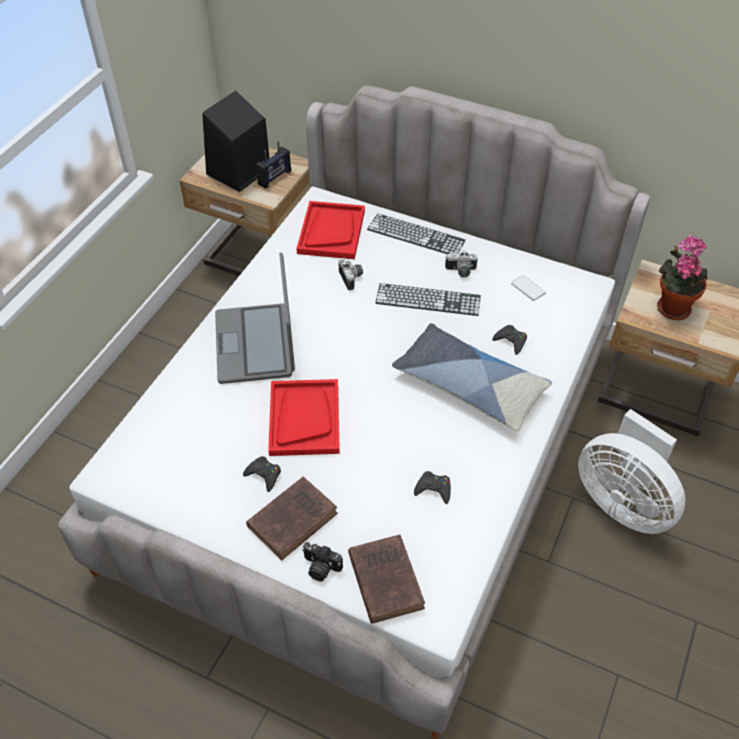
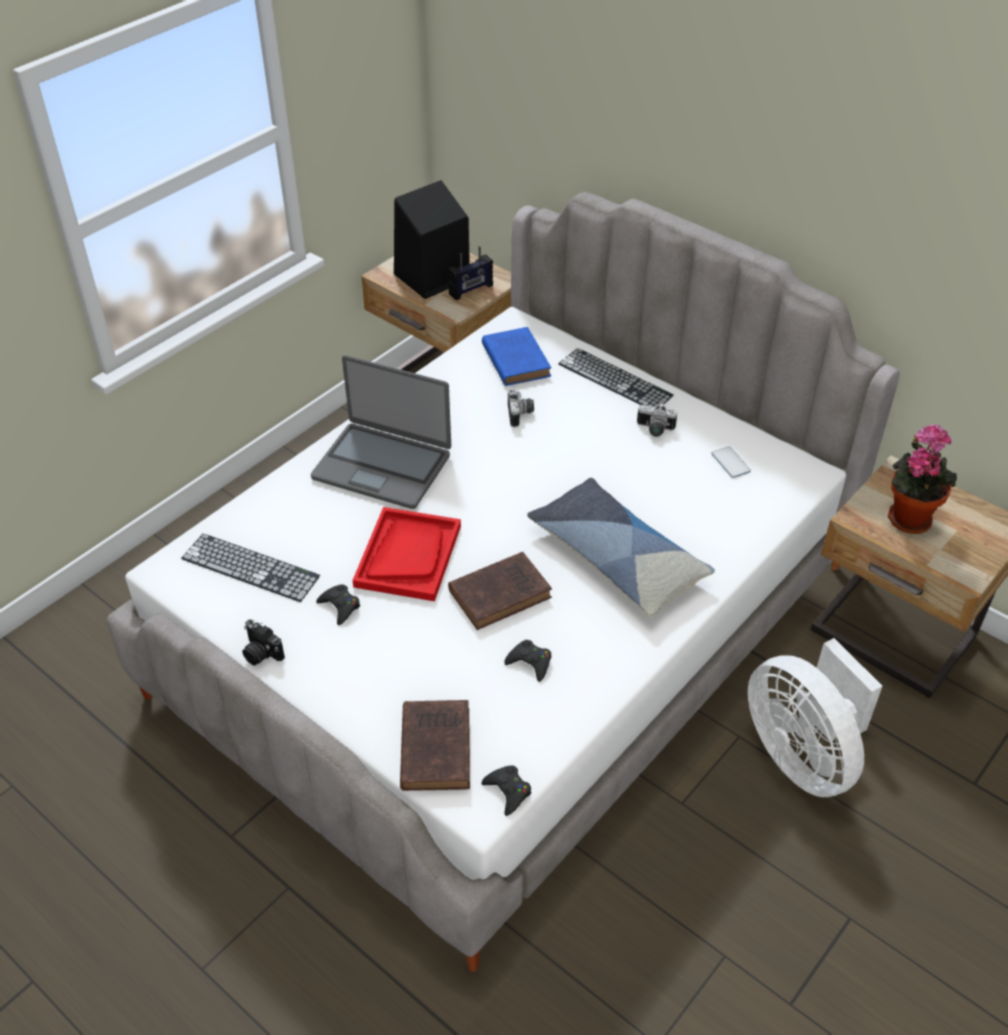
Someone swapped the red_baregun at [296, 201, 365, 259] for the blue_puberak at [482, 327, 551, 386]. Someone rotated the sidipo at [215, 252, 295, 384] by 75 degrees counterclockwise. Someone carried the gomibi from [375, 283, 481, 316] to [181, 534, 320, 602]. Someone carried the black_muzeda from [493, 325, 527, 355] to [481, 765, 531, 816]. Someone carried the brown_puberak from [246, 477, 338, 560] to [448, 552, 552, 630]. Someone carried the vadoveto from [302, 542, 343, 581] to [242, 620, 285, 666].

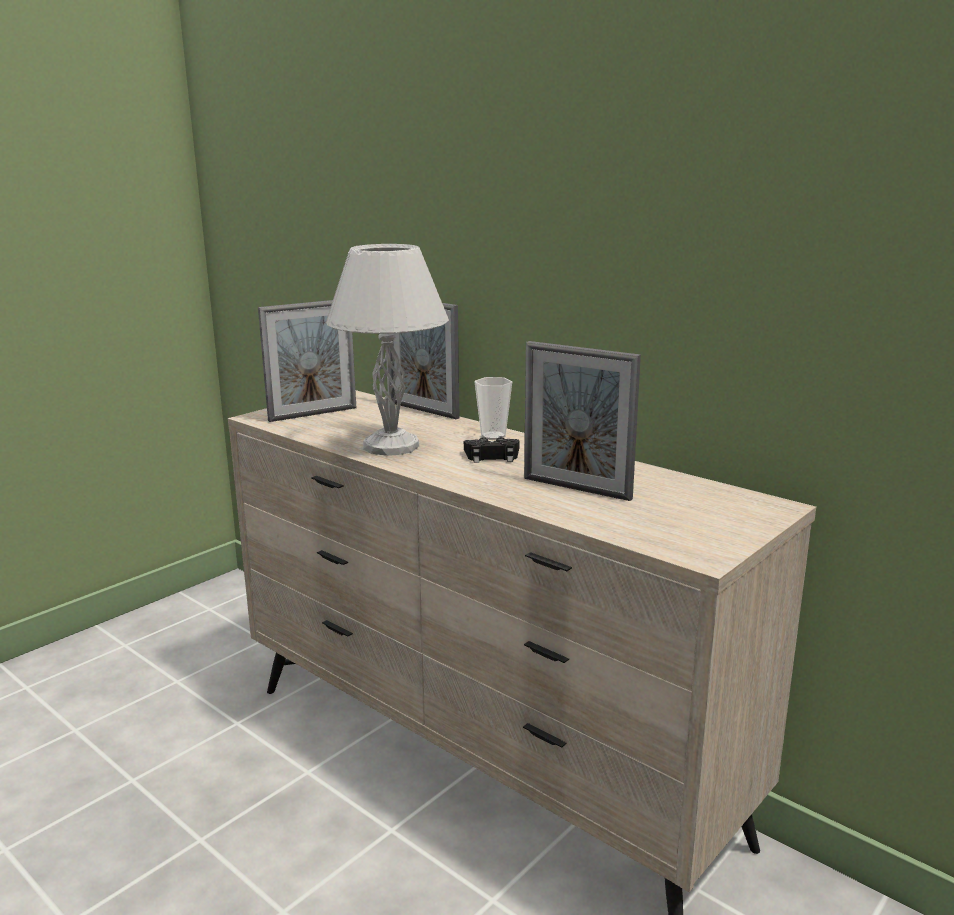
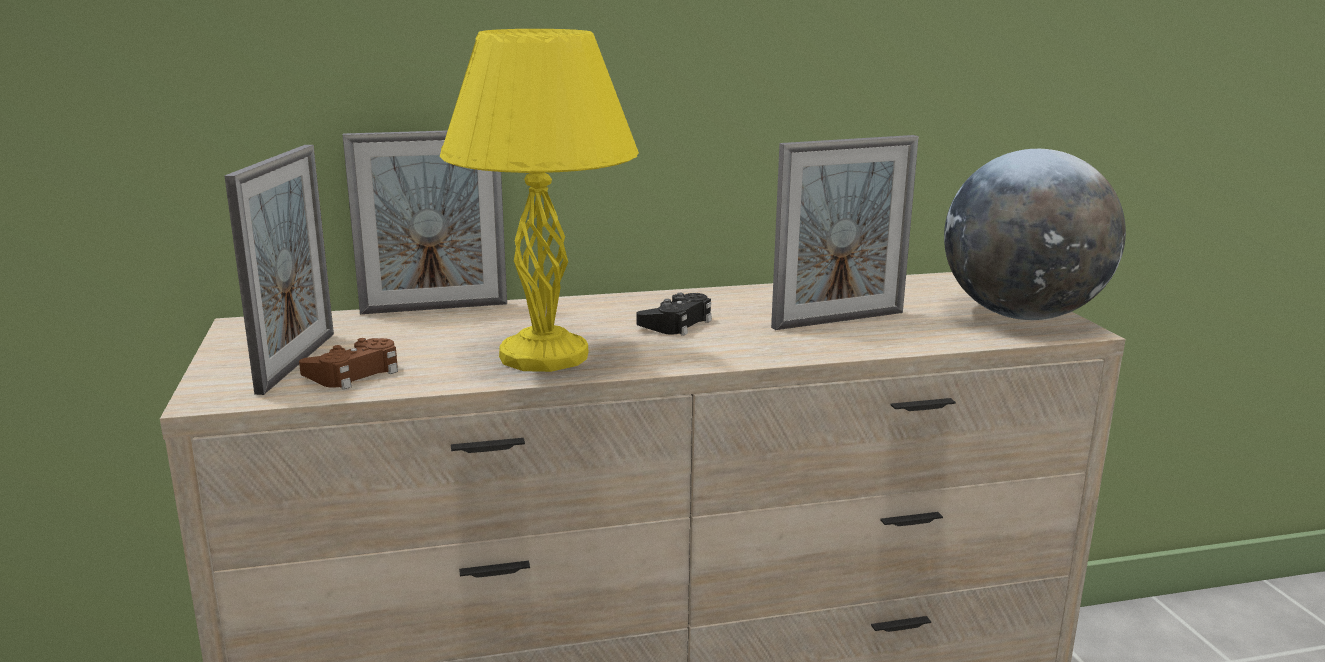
Someone repainted the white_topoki at [326, 244, 449, 456], which became the yellow_topoki at [440, 29, 639, 372]. Someone took away the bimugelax at [474, 377, 512, 440]. Someone put down the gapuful at [944, 149, 1126, 320]. Someone put down the brown_muzeda at [299, 338, 398, 390].

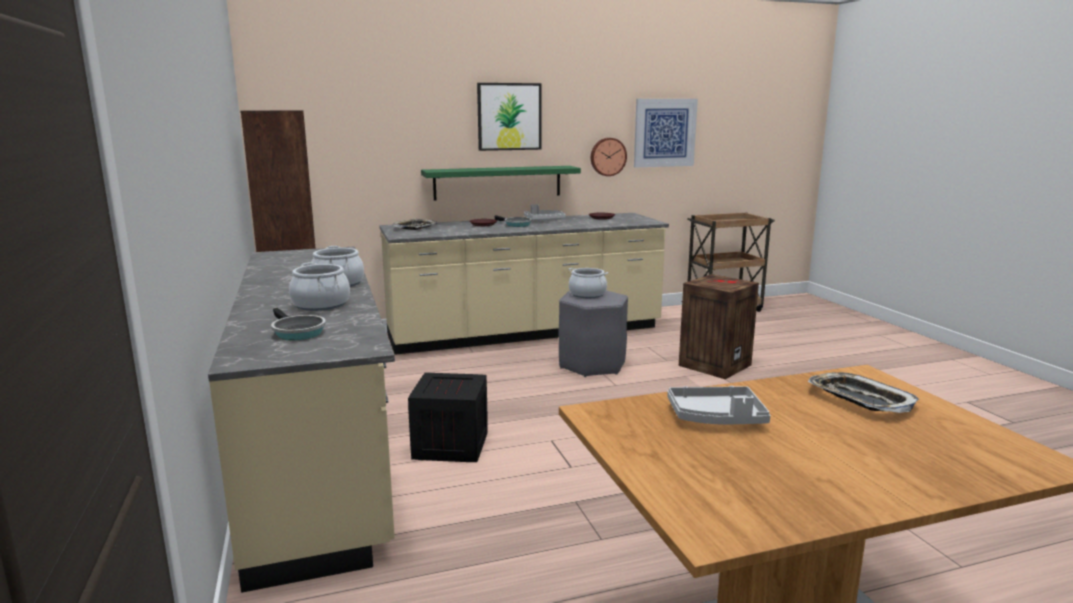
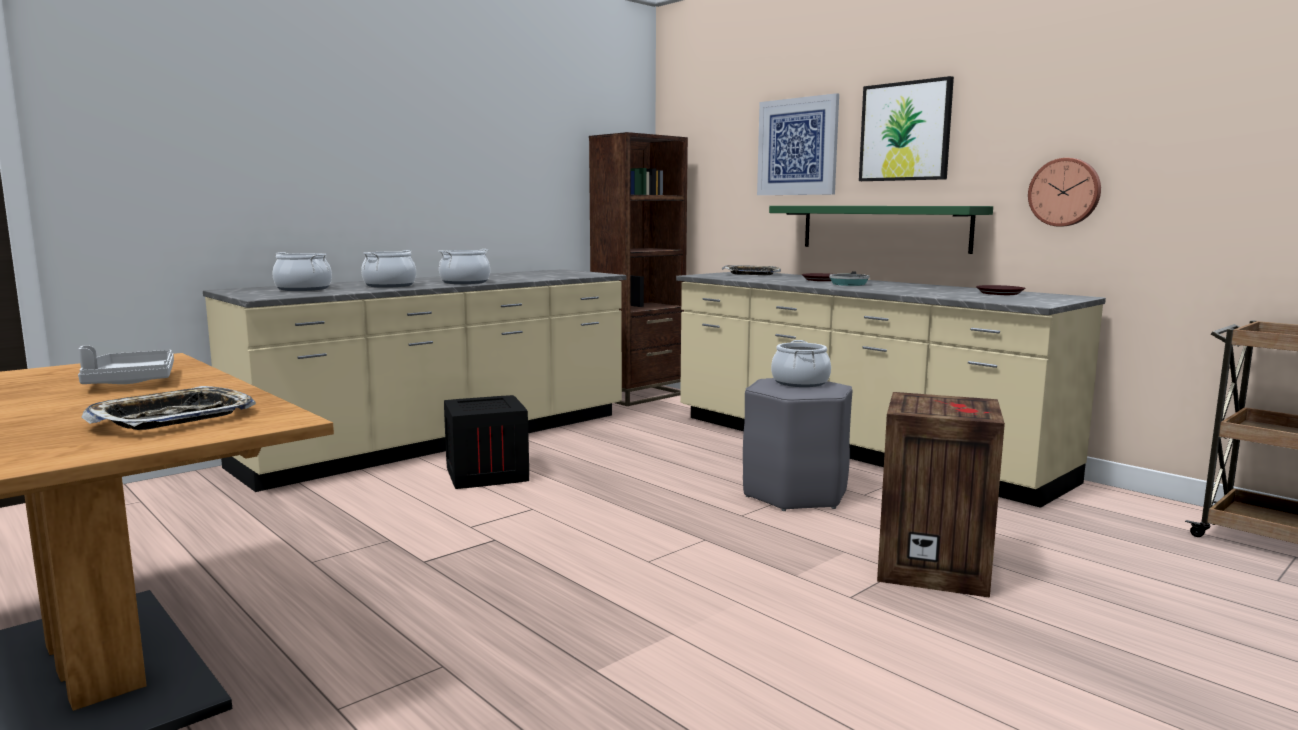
Someone carried the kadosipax from [634, 99, 698, 167] to [757, 93, 839, 195]. Someone took away the grey_baregun at [524, 204, 566, 221]. Someone swapped the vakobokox at [271, 308, 326, 340] for the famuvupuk at [273, 252, 332, 291].

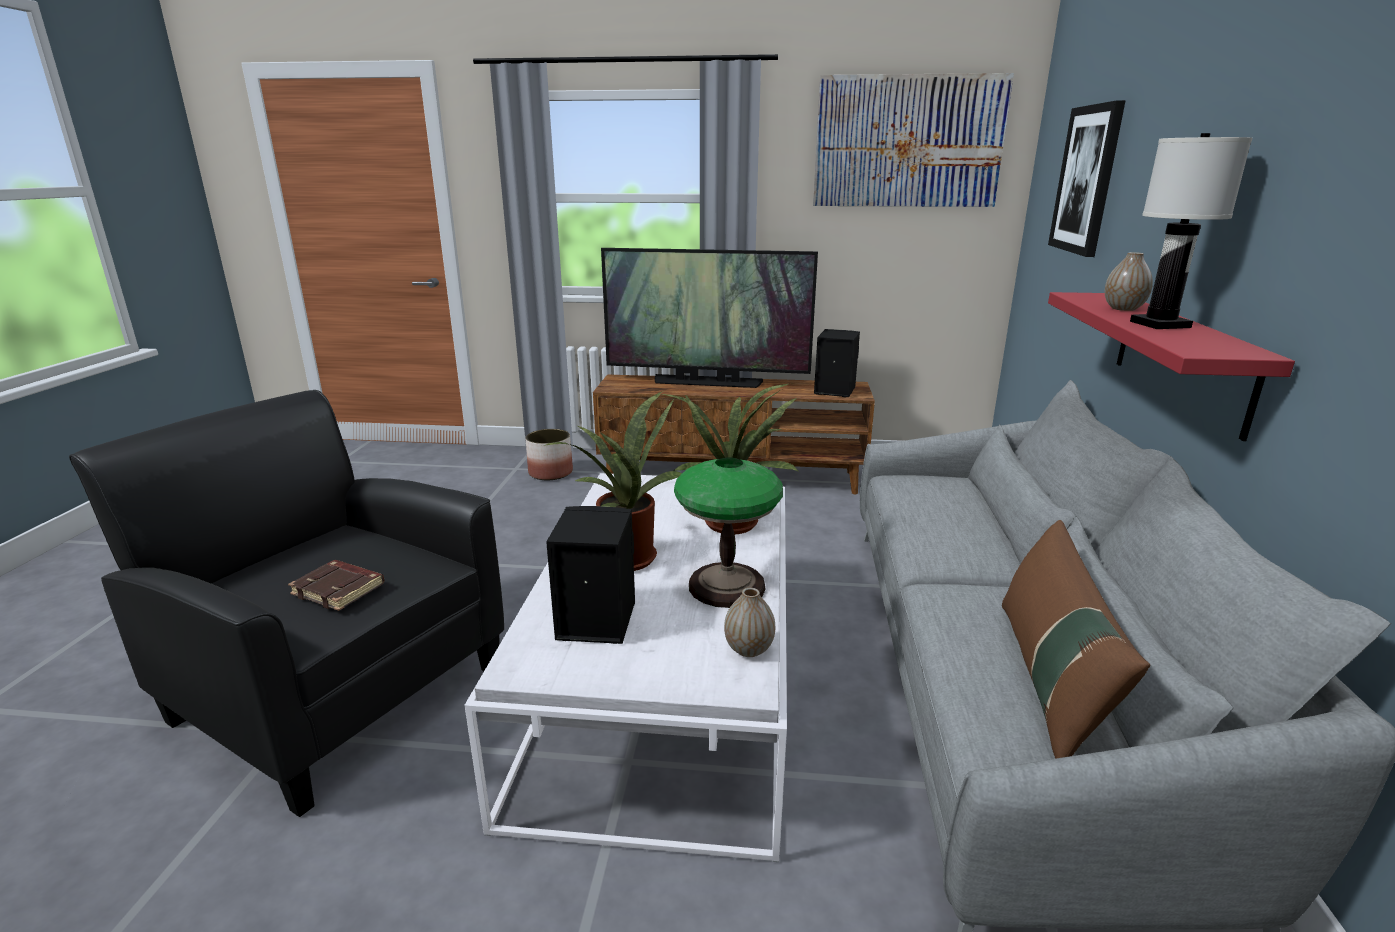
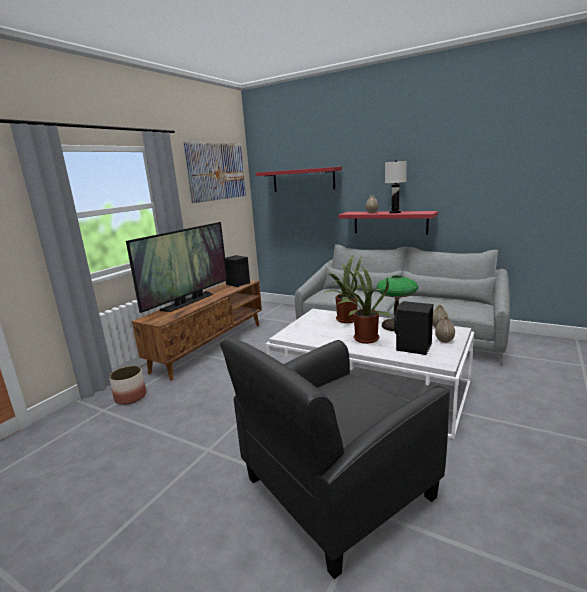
Someone swapped the kadosipax at [1048, 100, 1126, 257] for the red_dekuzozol at [256, 167, 342, 192]. Someone took away the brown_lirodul at [1002, 520, 1150, 759]. Someone took away the brown_puberak at [288, 560, 385, 611]. Someone put down the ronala at [435, 317, 455, 343].

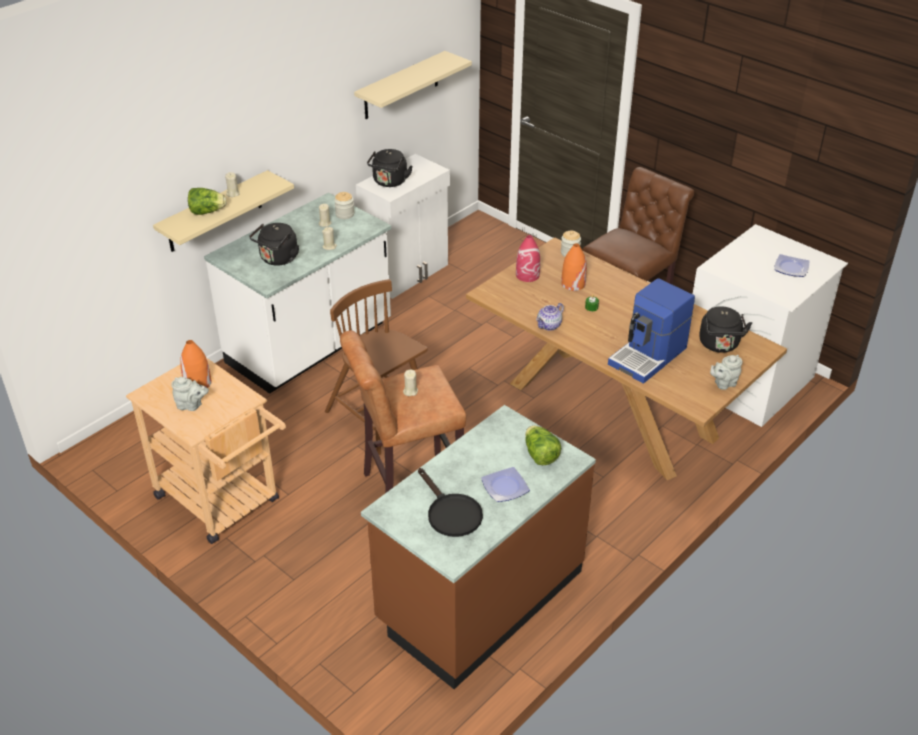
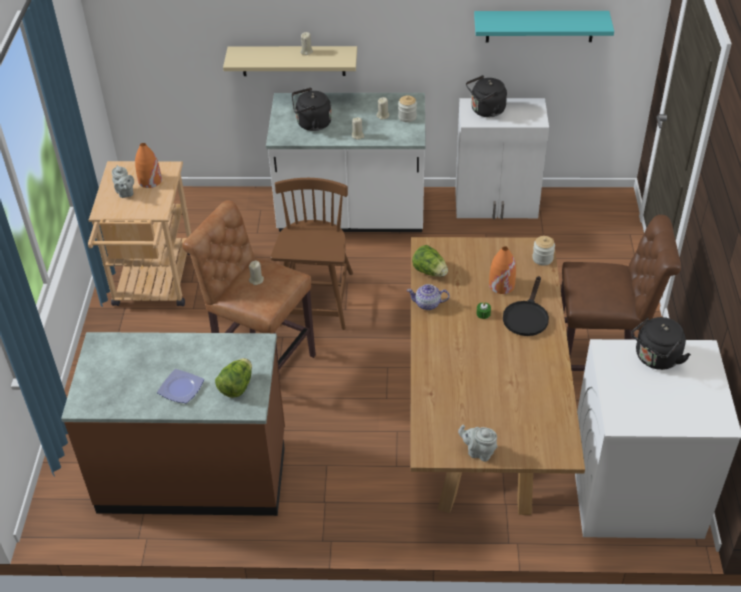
Someone repainted the beige_dekuzozol at [354, 51, 472, 119], which became the turquoise_dekuzozol at [474, 11, 614, 43]. Someone carried the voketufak from [188, 188, 227, 215] to [412, 245, 448, 277]. Someone took away the red_ronala at [516, 235, 540, 282]. Someone took away the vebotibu at [774, 254, 809, 277]. Someone took away the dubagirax at [608, 278, 695, 384]. Someone carried the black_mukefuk from [699, 306, 752, 353] to [631, 317, 691, 370]. Someone carried the black_vakobokox from [418, 468, 483, 537] to [503, 276, 549, 336].

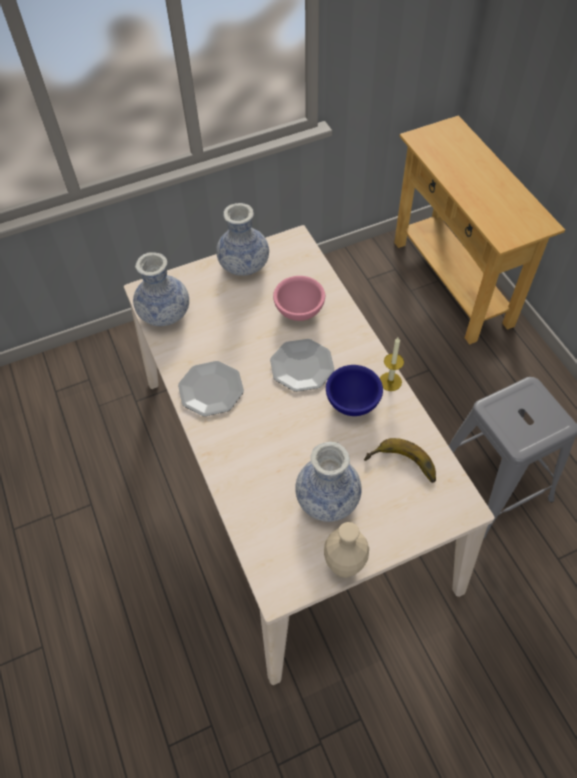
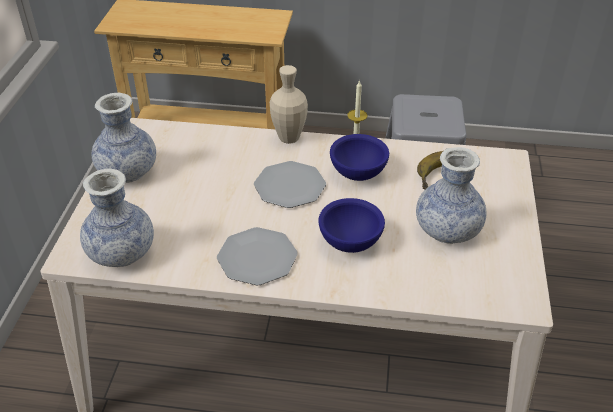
Someone took away the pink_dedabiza at [273, 276, 325, 321]. Someone carried the beige_ronala from [324, 522, 369, 578] to [270, 65, 308, 144]. Someone put down the blue_dedabiza at [318, 198, 385, 253].

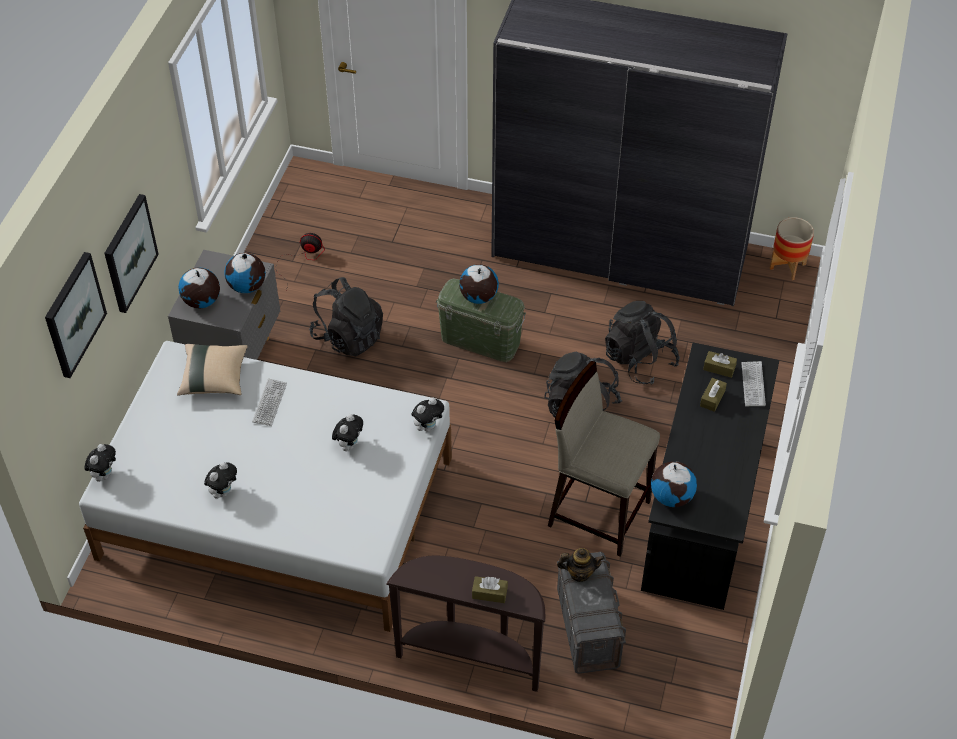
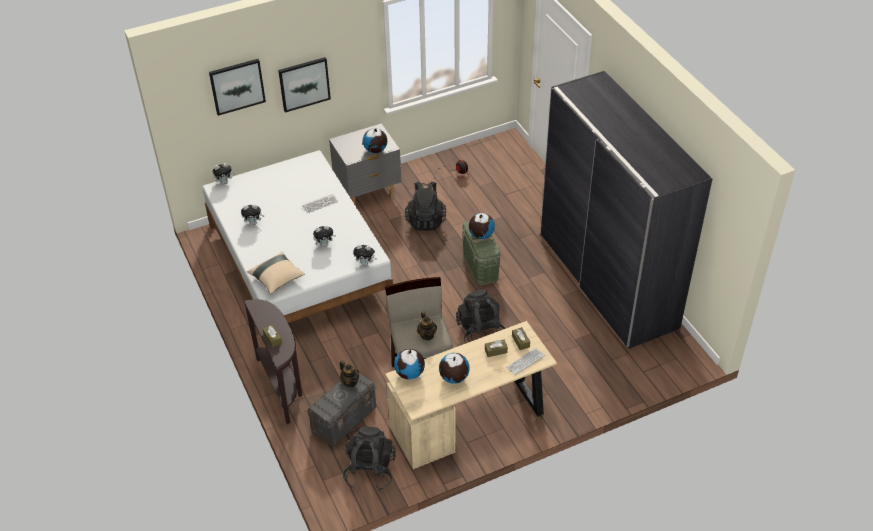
Someone took away the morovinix at [770, 217, 814, 280]. Someone carried the gapuful from [178, 267, 220, 308] to [439, 353, 470, 384]. Someone carried the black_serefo from [605, 301, 680, 384] to [343, 426, 395, 491]. Someone repainted the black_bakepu at [641, 343, 779, 610], which became the beige_bakepu at [385, 321, 557, 469]. Someone carried the beige_lirodul from [177, 344, 248, 396] to [247, 252, 305, 294]. Someone put down the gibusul at [417, 312, 437, 340].

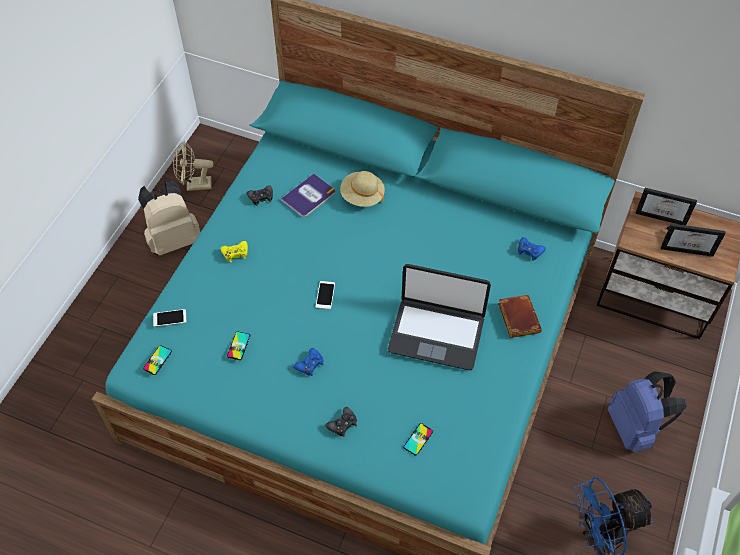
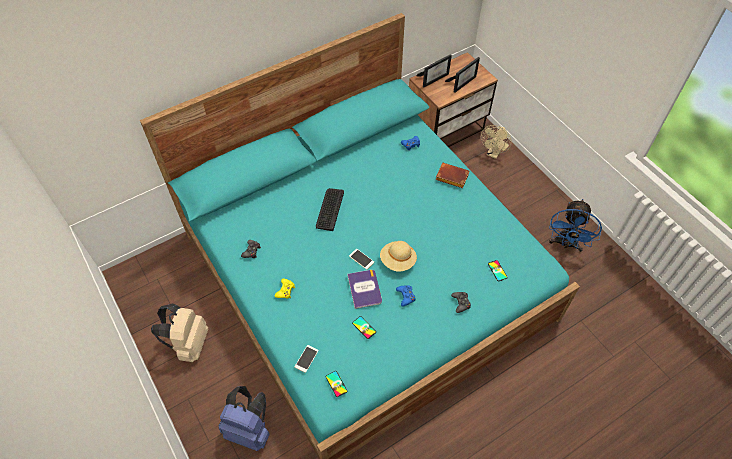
Someone carried the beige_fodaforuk from [173, 141, 214, 191] to [481, 125, 512, 159]. Someone carried the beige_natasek from [340, 171, 385, 207] to [380, 241, 417, 272]. Someone carried the puberak from [281, 173, 335, 217] to [347, 270, 382, 309]. Someone took away the sidipo at [388, 264, 491, 370]. Someone carried the blue_serefo from [608, 371, 687, 453] to [219, 386, 270, 451]. Someone put down the gomibi at [316, 188, 344, 231].

